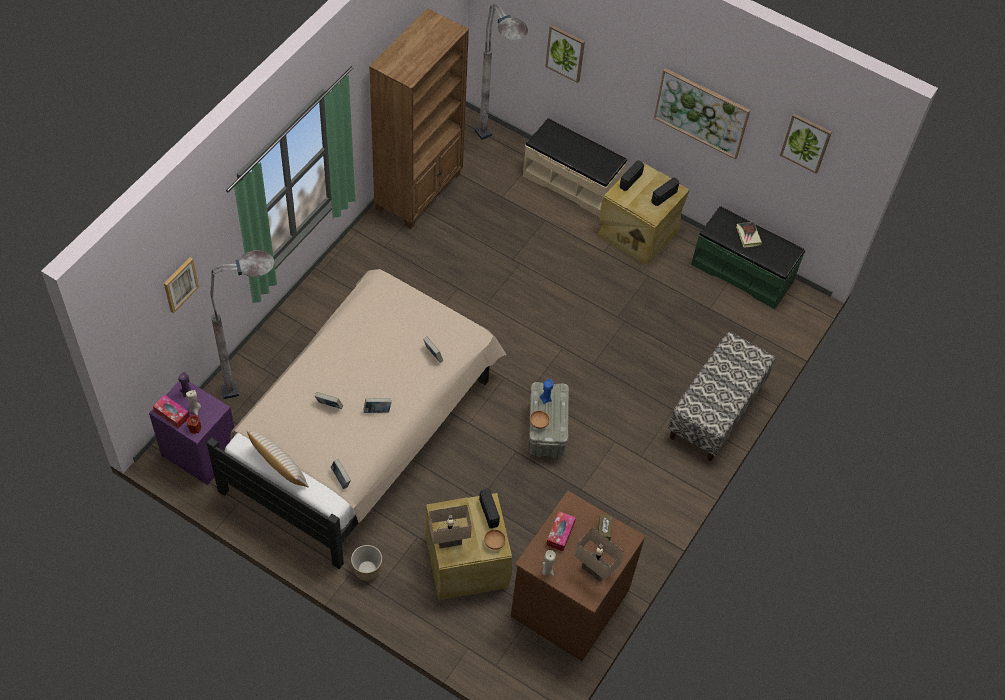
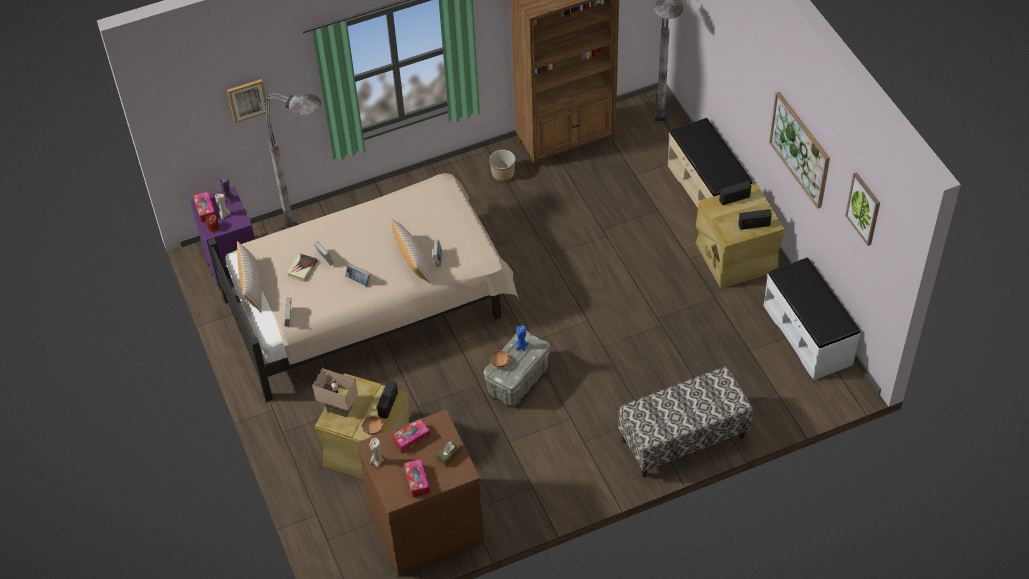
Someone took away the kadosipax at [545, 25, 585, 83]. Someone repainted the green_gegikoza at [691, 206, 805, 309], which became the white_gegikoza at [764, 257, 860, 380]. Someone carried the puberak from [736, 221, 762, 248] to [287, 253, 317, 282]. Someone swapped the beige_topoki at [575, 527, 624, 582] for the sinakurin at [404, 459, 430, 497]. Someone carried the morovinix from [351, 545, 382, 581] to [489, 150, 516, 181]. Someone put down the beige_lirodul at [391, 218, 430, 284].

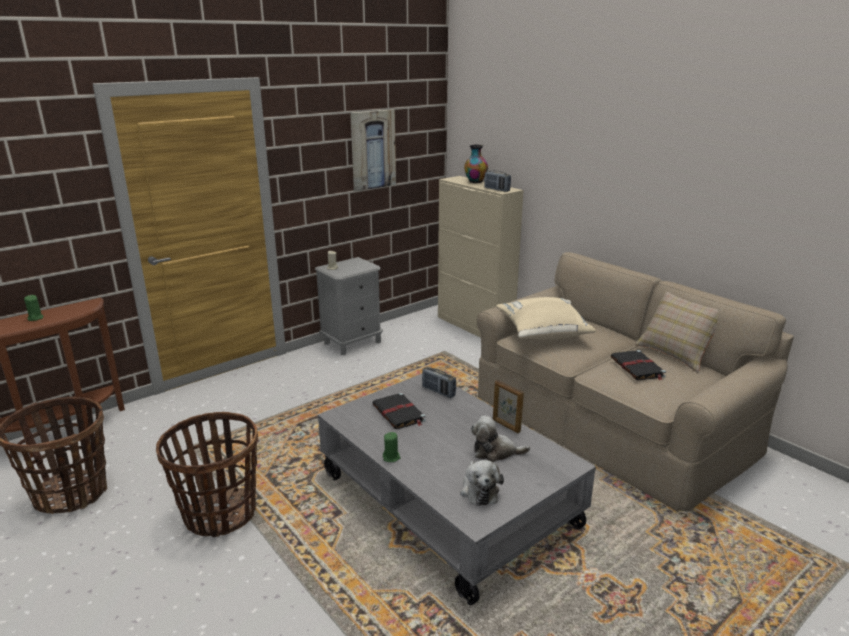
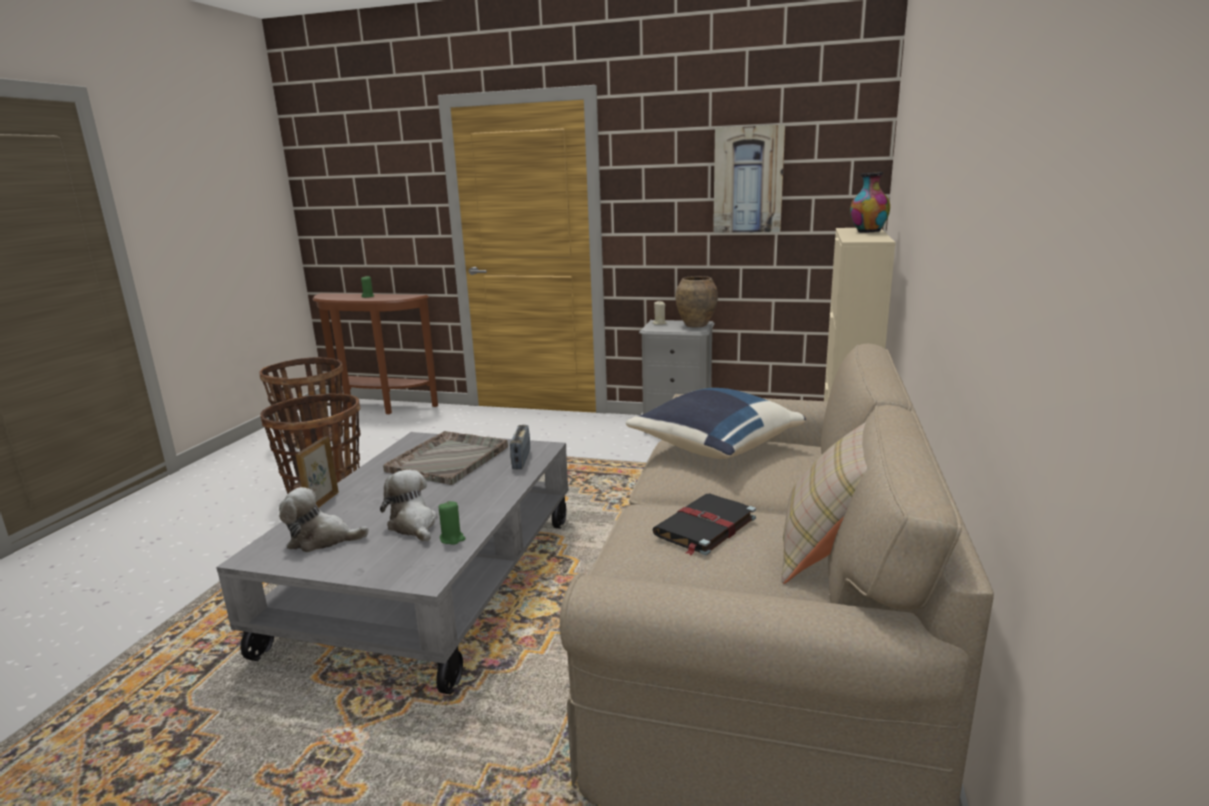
Someone took away the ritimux at [485, 170, 511, 192]. Someone repainted the beige_lirodul at [496, 297, 596, 340], which became the blue_lirodul at [626, 388, 806, 459]. Someone carried the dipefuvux from [493, 380, 524, 433] to [296, 437, 339, 508]. Someone swapped the black_puberak at [372, 393, 426, 429] for the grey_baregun at [383, 431, 508, 485]. Someone carried the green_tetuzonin from [383, 432, 401, 462] to [438, 501, 466, 545]. Someone rotated the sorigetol at [460, 460, 504, 506] by 45 degrees clockwise. Someone put down the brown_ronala at [676, 276, 718, 328].

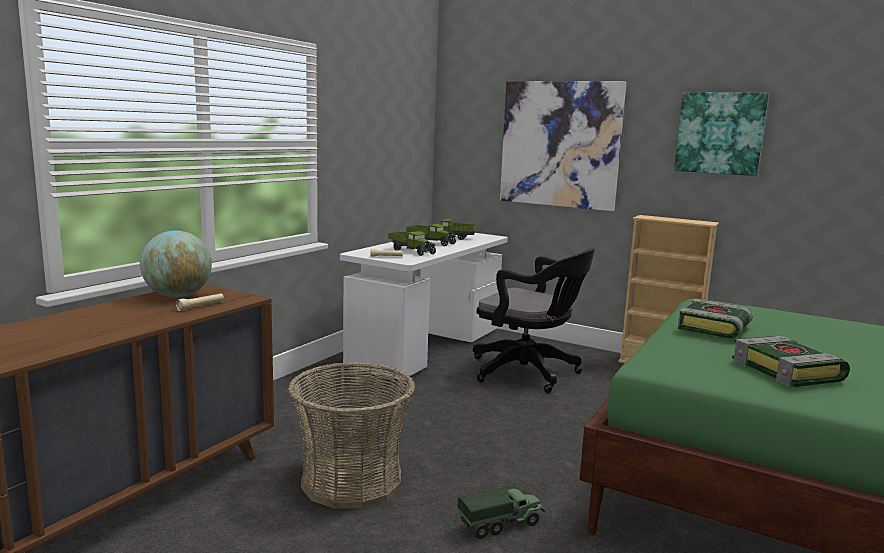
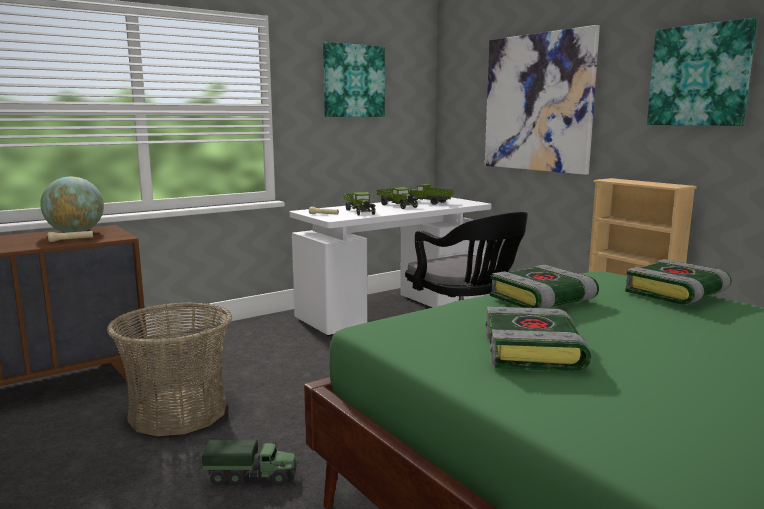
Someone put up the kadosipax at [323, 42, 385, 117]. Someone put down the puberak at [625, 259, 731, 305].

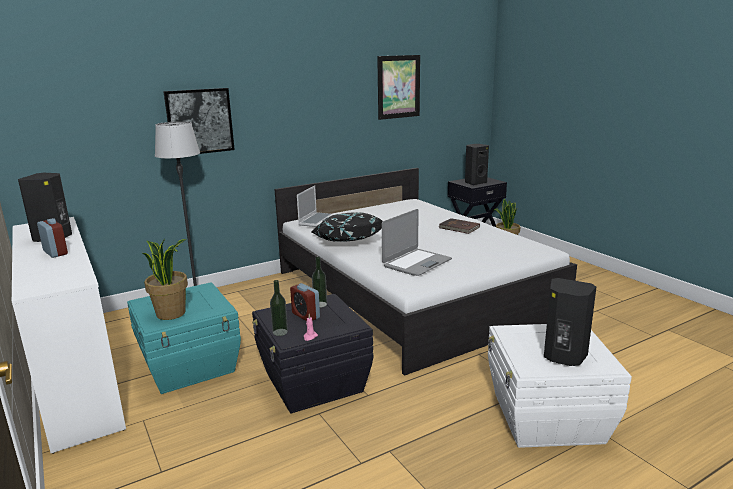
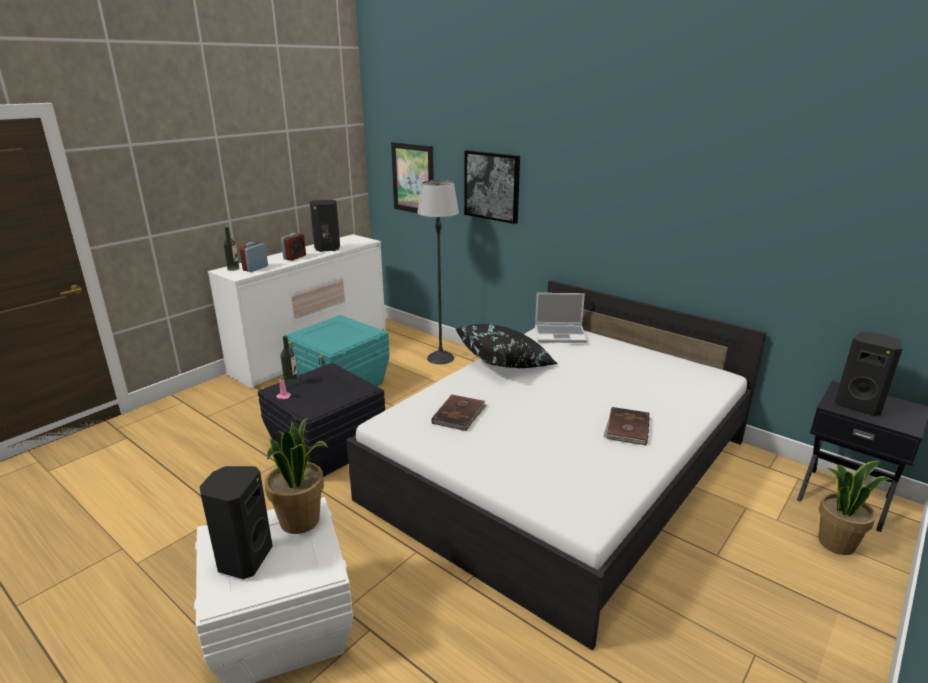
Someone carried the kadosipax from [377, 55, 420, 120] to [391, 142, 434, 213]. Someone swapped the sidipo at [382, 209, 452, 276] for the brown_puberak at [432, 394, 487, 431]. Someone carried the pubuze from [142, 239, 188, 320] to [265, 417, 328, 534]. Someone carried the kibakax from [312, 257, 327, 308] to [223, 227, 239, 271]. Someone carried the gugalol from [290, 283, 320, 321] to [240, 242, 268, 272].

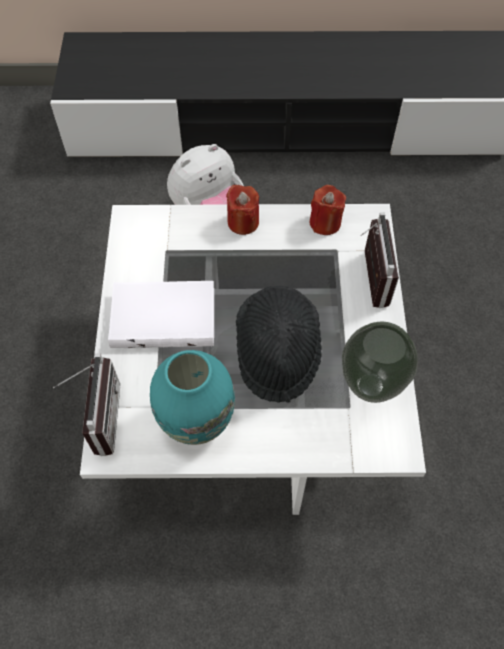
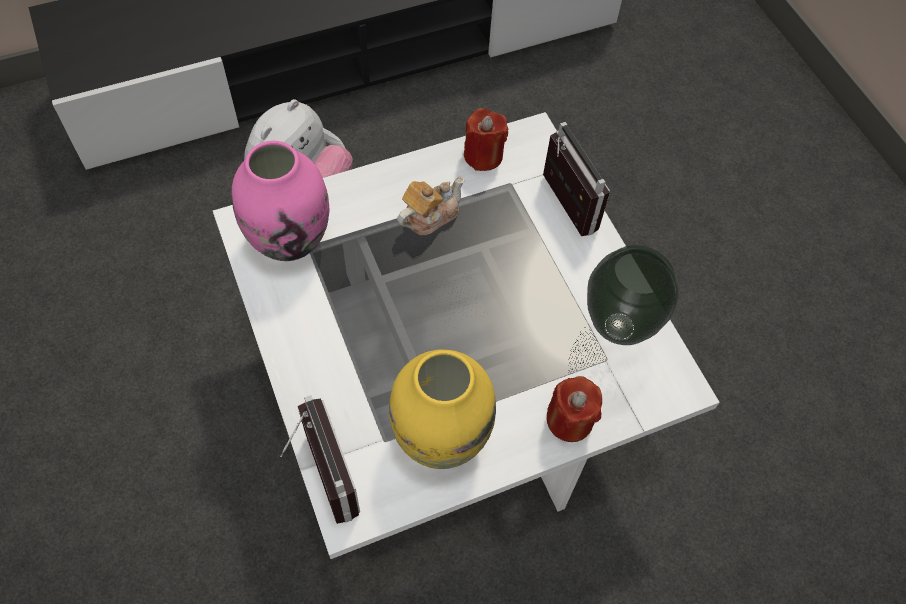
Someone carried the red_tetuzonin from [226, 185, 259, 235] to [547, 376, 602, 442]. Someone took away the white_puberak at [108, 281, 214, 348]. Someone took away the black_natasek at [236, 286, 322, 403]. Someone repainted the turquoise_ronala at [150, 350, 235, 445], which became the yellow_ronala at [389, 349, 496, 469]. Someone put down the pink_ronala at [231, 141, 329, 261]. Someone put down the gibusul at [397, 177, 464, 235].

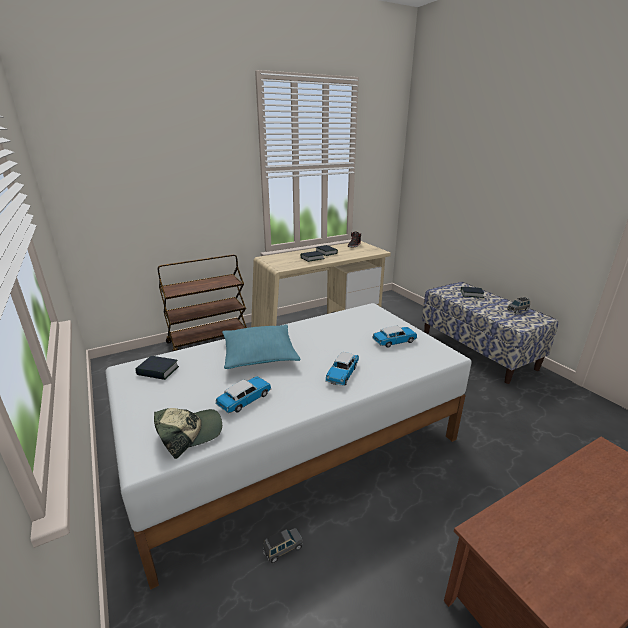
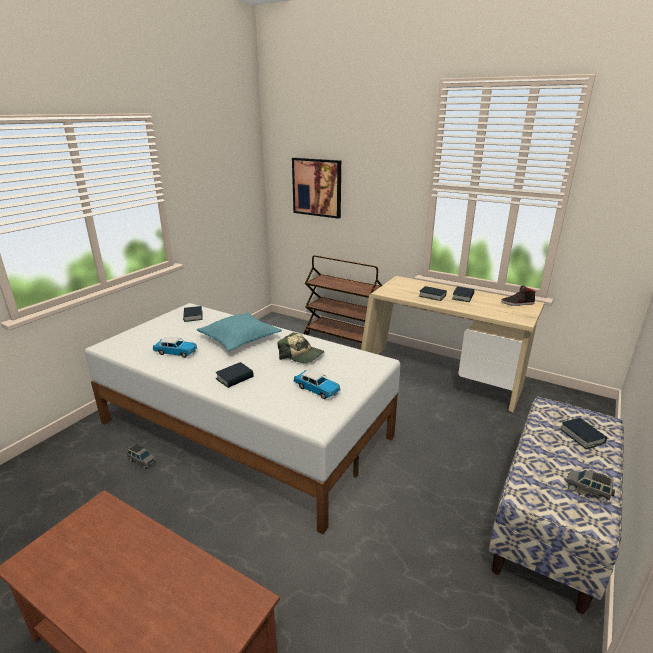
Someone swapped the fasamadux at [325, 352, 359, 386] for the puberak at [216, 362, 254, 388]. Someone carried the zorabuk from [154, 408, 222, 459] to [278, 332, 325, 363]. Someone put up the kadosipax at [292, 157, 341, 219].

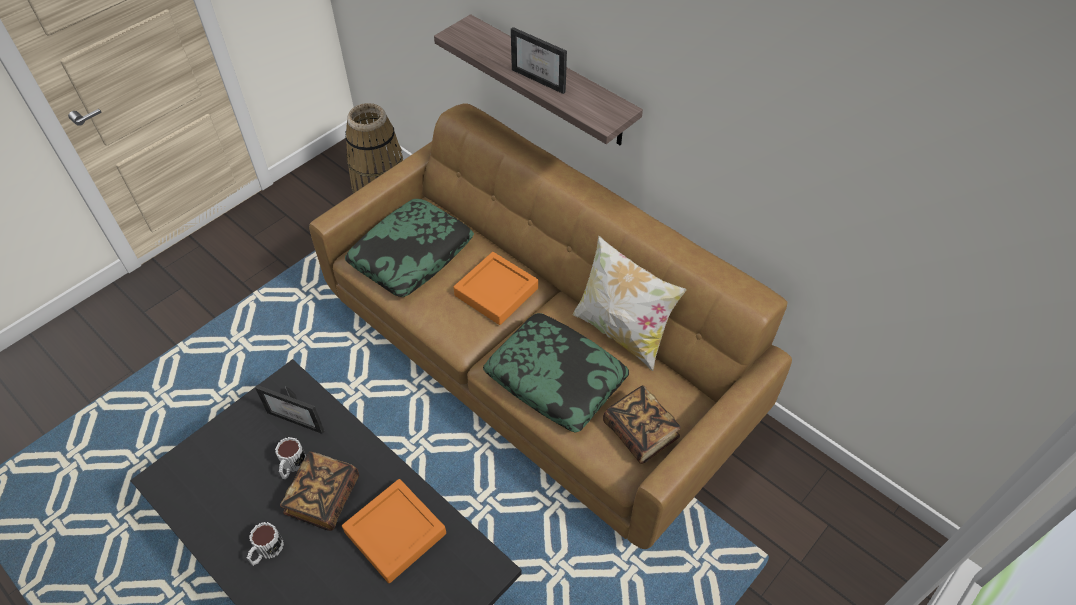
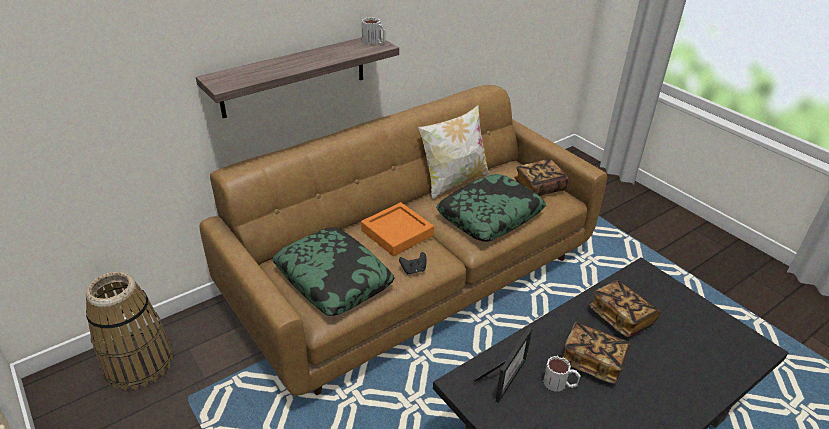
Someone took away the dipefuvux at [511, 27, 567, 94]. Someone swapped the orange_baregun at [342, 479, 446, 583] for the puberak at [589, 280, 661, 337]. Someone carried the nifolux from [247, 522, 284, 566] to [361, 17, 385, 45]. Someone put down the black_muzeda at [399, 252, 427, 275].

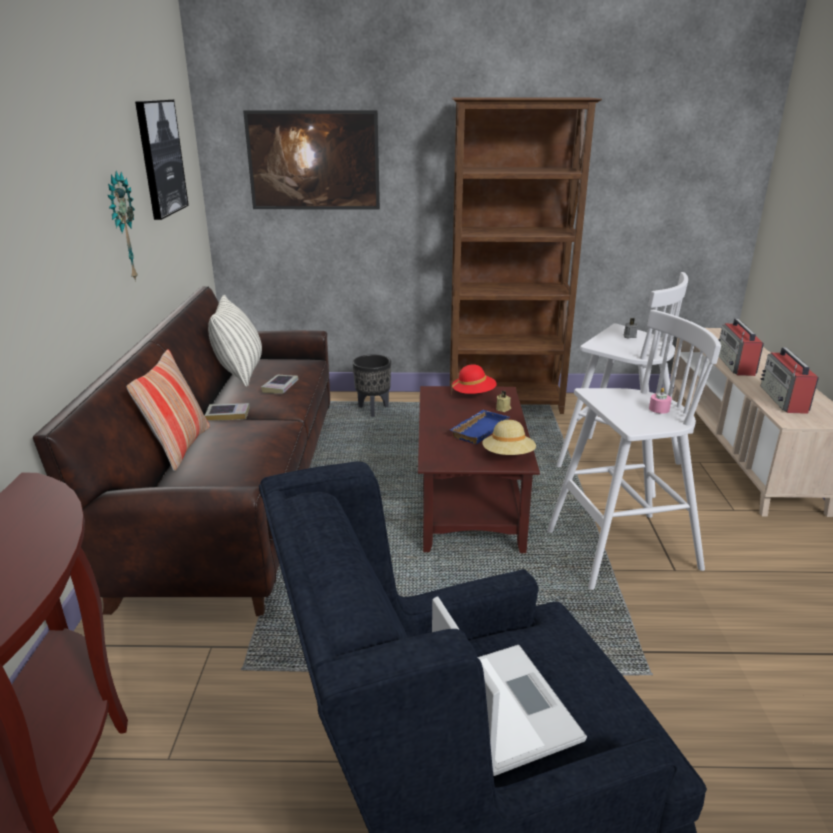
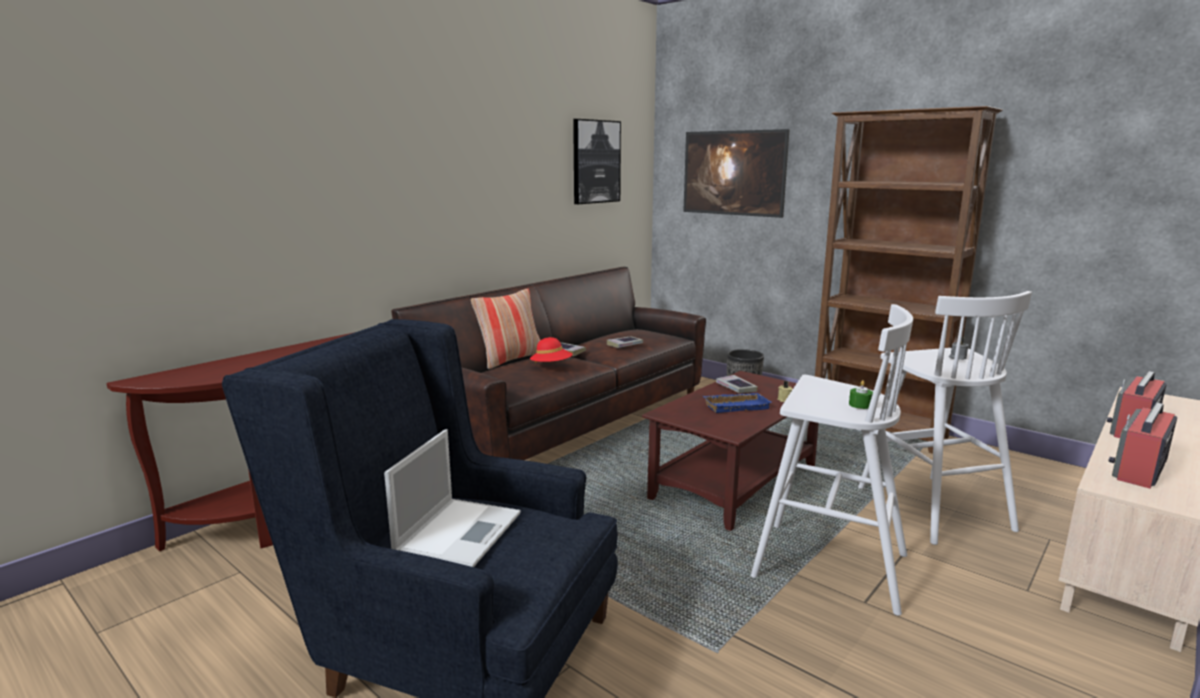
Someone took away the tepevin at [108, 171, 138, 282]. Someone took away the lirodul at [208, 295, 262, 387]. Someone carried the red_natasek from [452, 364, 497, 394] to [530, 337, 573, 363]. Someone repainted the pink_tetuzonin at [649, 388, 672, 414], which became the green_tetuzonin at [849, 380, 873, 409]. Someone took away the beige_natasek at [482, 420, 536, 455]. Someone put down the puberak at [716, 375, 758, 393].

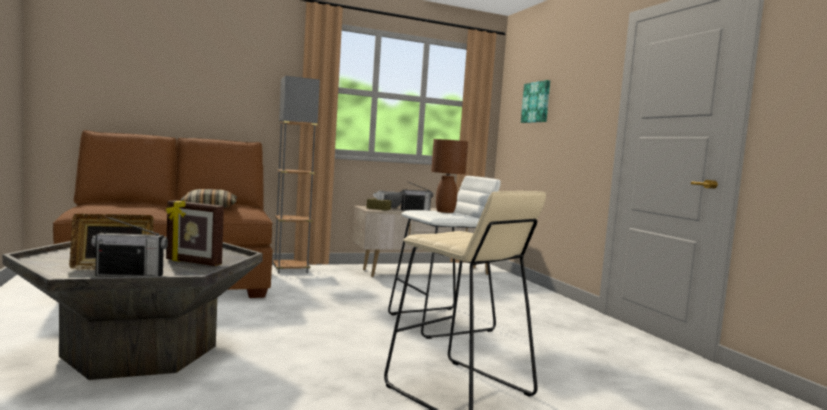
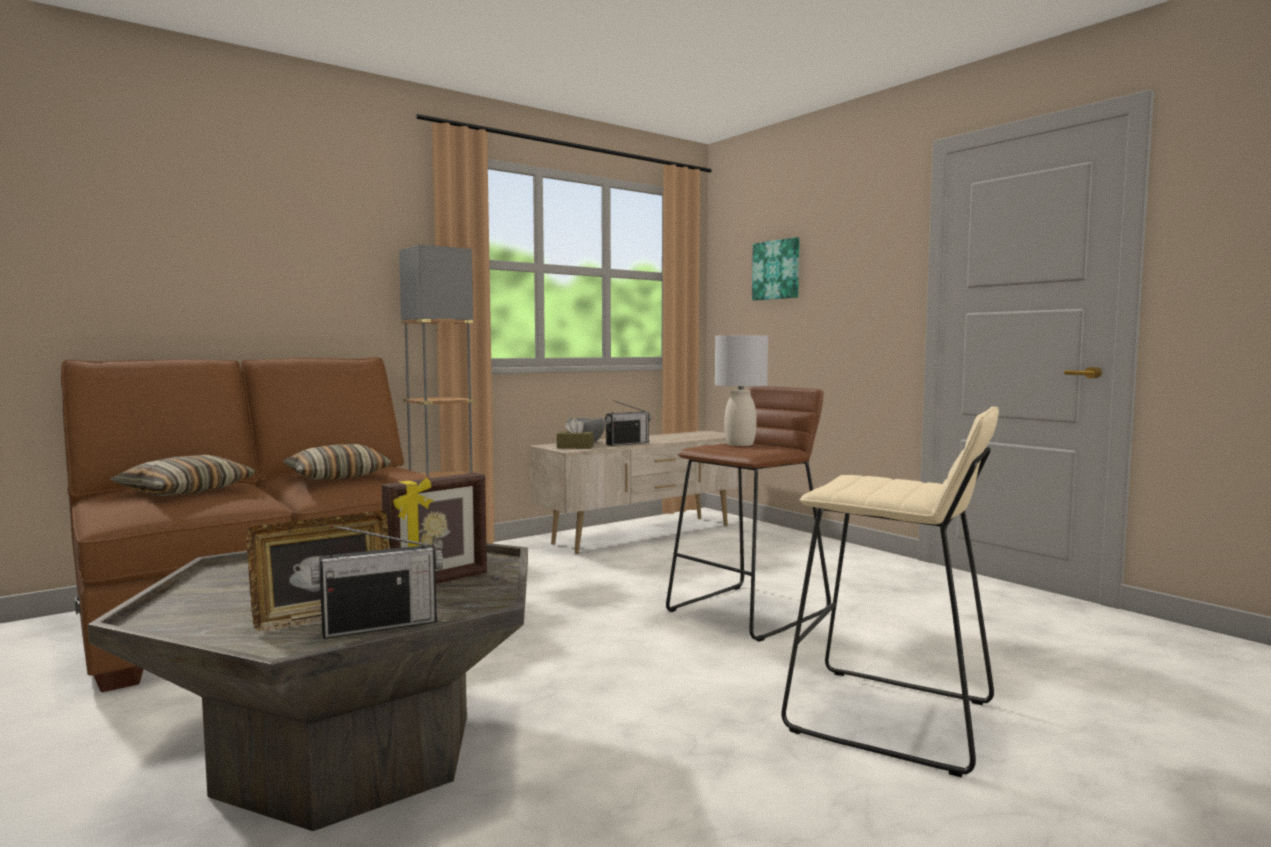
Someone repainted the brown_topoki at [431, 139, 468, 213], which became the grey_topoki at [715, 335, 768, 446]. Someone repainted the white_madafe at [388, 176, 501, 339], which became the brown_madafe at [666, 386, 831, 642]. Someone rotated the dipefuvux at [166, 200, 224, 266] by 45 degrees counterclockwise. Someone put down the lirodul at [110, 455, 255, 496].

